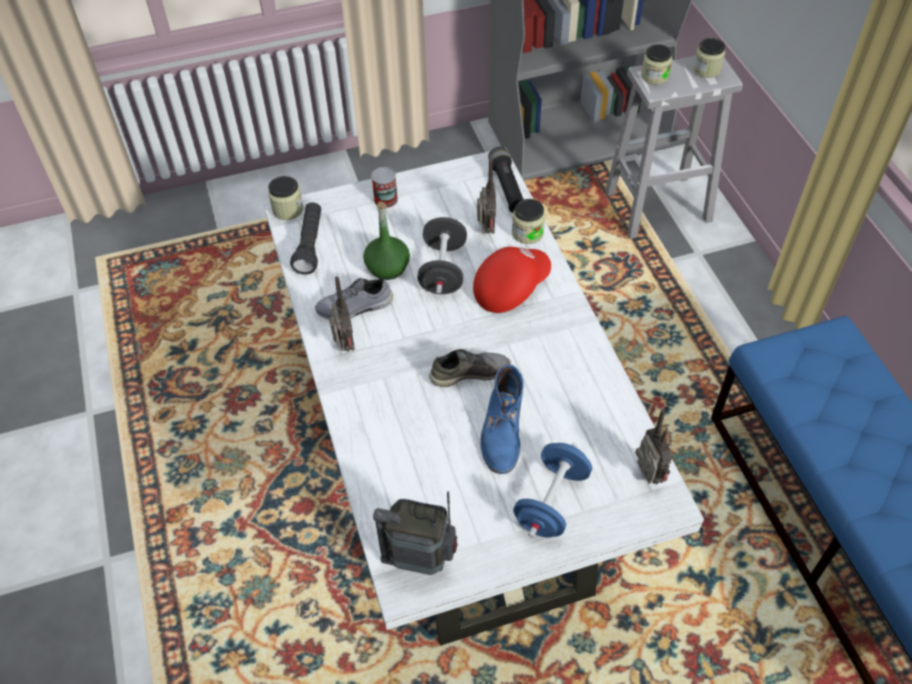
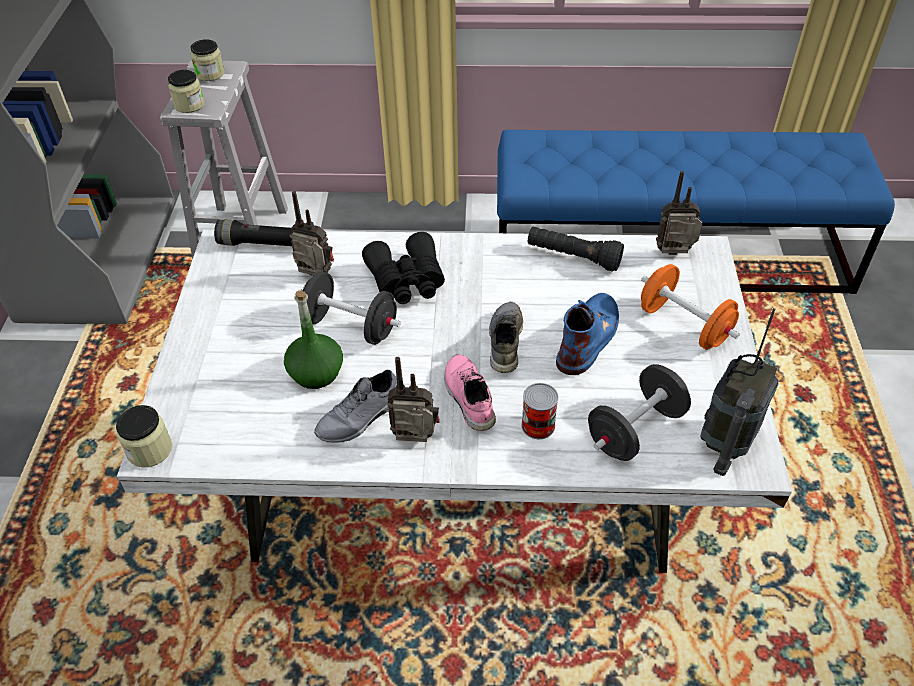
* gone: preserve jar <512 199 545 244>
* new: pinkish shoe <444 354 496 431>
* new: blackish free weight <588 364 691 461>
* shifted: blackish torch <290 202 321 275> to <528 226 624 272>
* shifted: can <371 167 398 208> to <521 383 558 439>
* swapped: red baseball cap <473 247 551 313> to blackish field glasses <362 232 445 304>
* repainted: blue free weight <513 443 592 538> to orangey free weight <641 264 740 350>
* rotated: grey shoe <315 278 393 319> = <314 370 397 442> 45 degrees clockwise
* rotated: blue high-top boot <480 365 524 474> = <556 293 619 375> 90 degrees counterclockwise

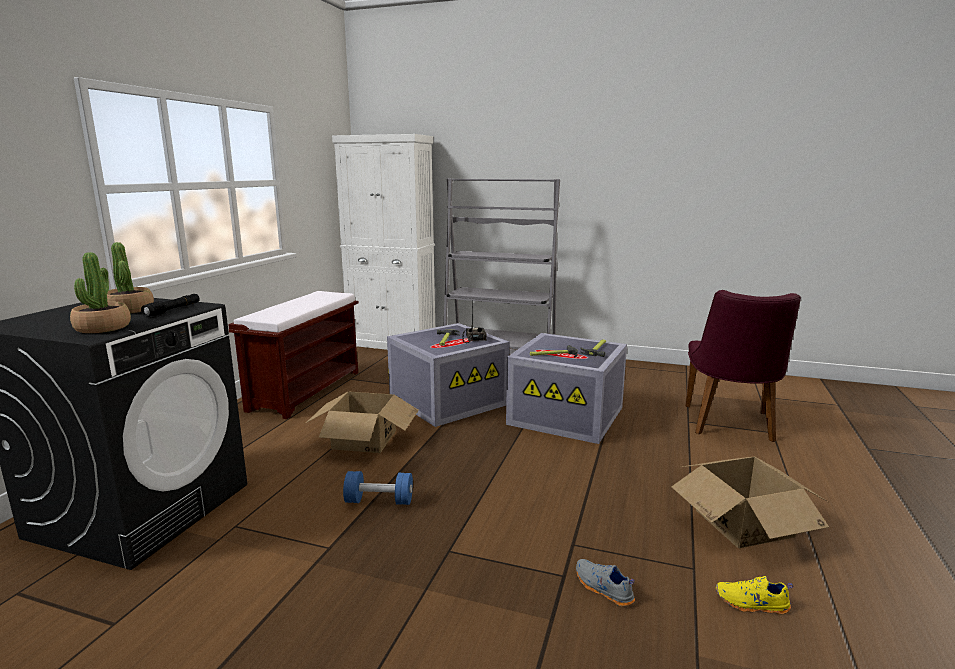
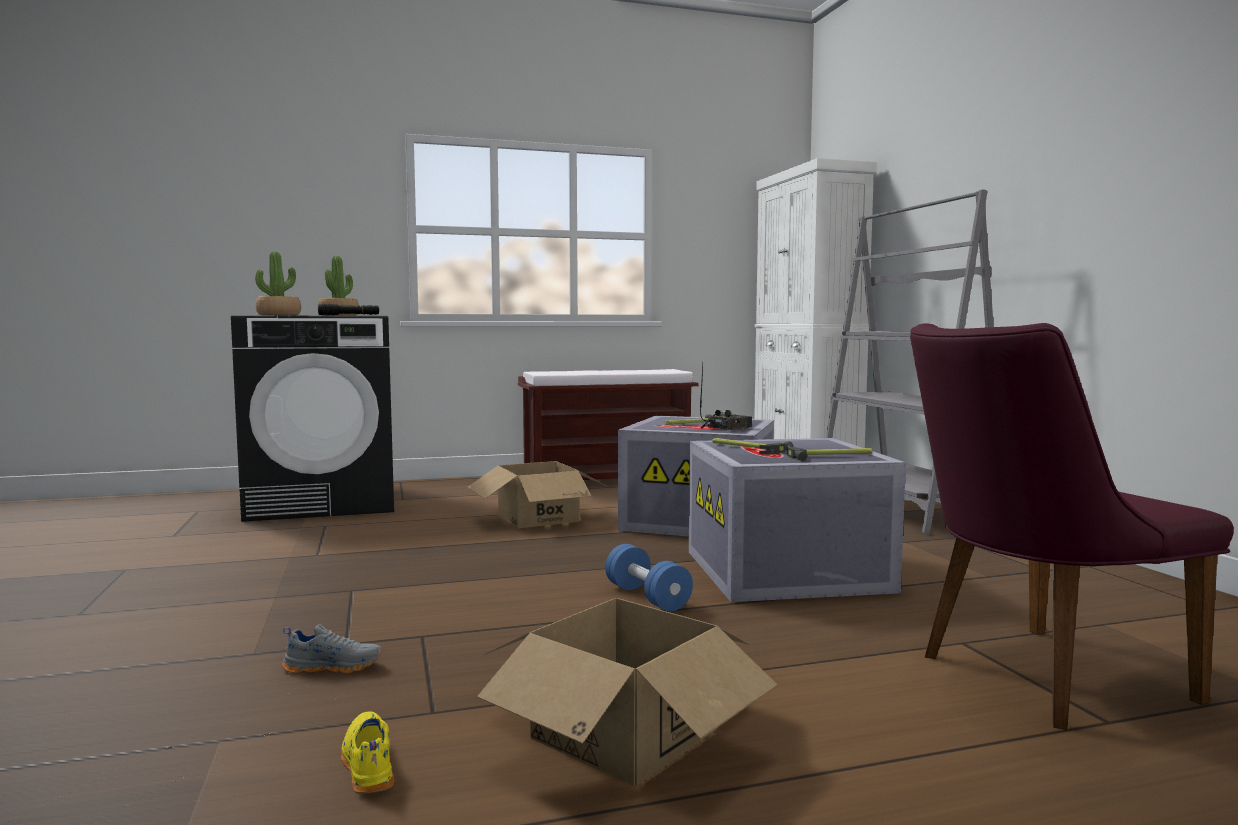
* shifted: blue free weight <343 471 413 505> to <605 544 693 611>
* rotated: grey shoe <576 559 635 606> = <282 624 382 673> 75 degrees clockwise

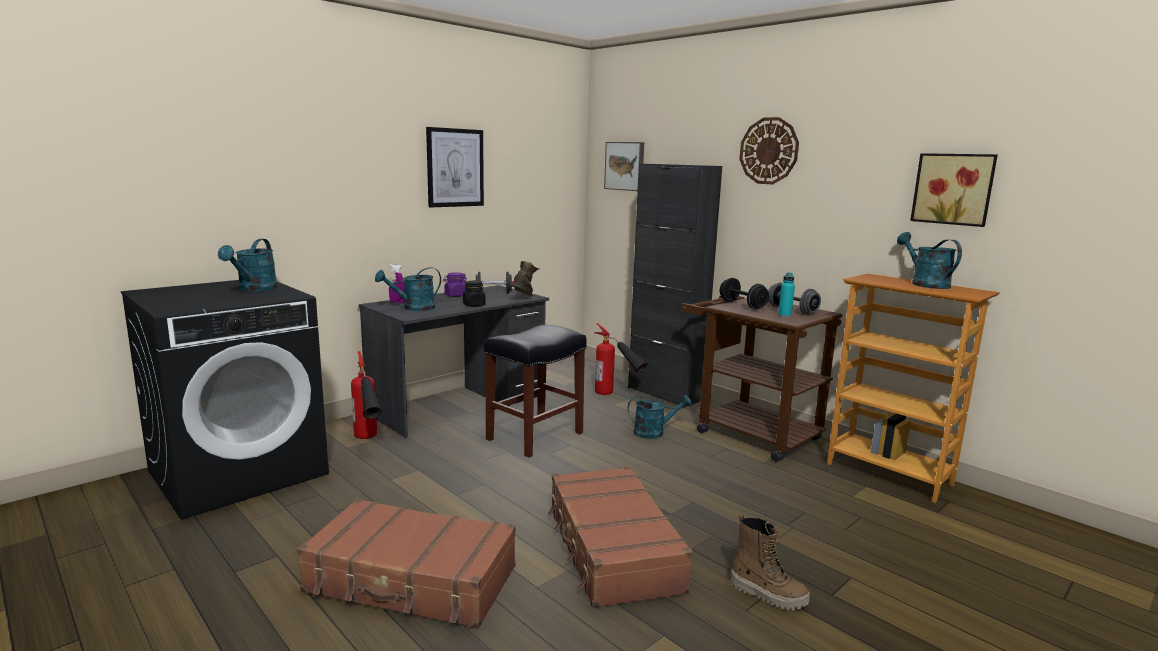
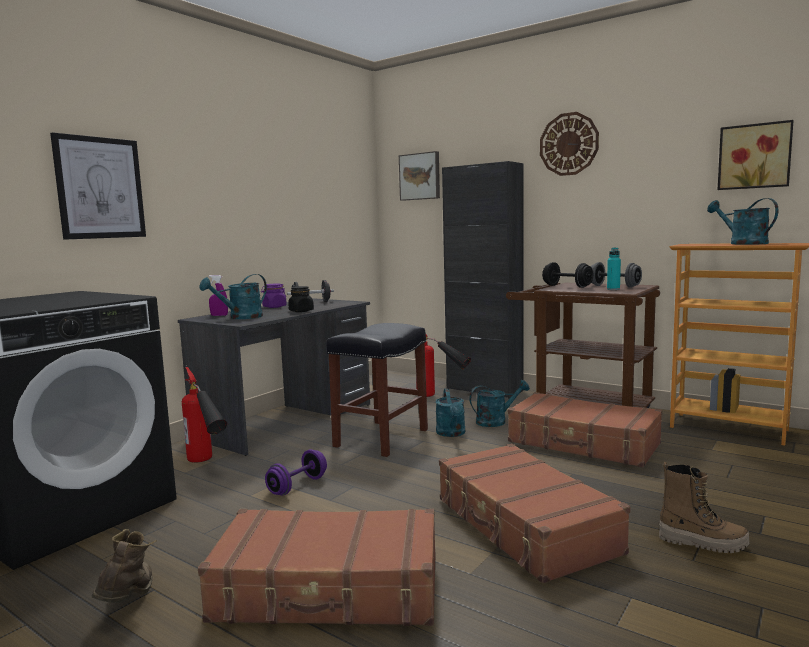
* new: purplish free weight <265 449 327 495>
* new: brownish piece of luggage <508 392 662 467>
* shifted: turquoise sprinkling can <218 239 278 292> to <435 388 465 437>
* shifted: picture <426 127 484 208> to <50 132 146 240>
* shifted: brownish high-top boot <511 261 539 297> to <91 529 157 603>

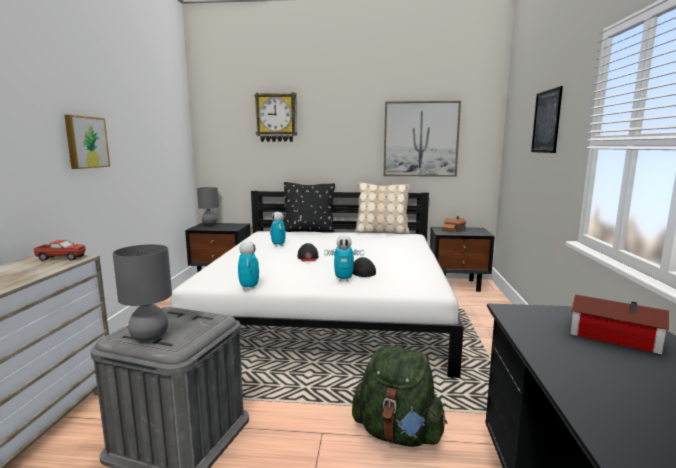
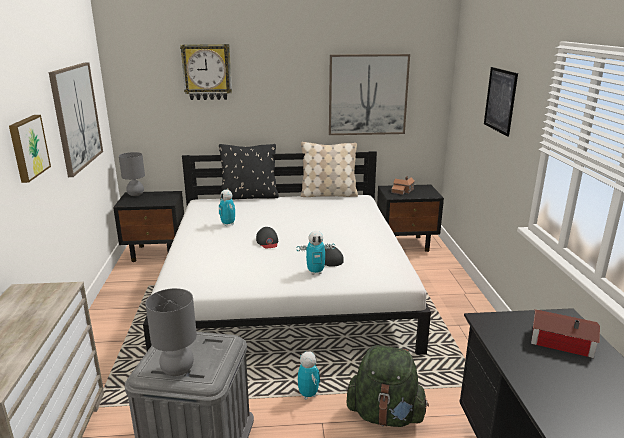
* gone: model truck <34 240 86 261>
* new: picture <49 62 103 177>
* shifted: toy robot <238 241 259 290> to <298 351 320 399>

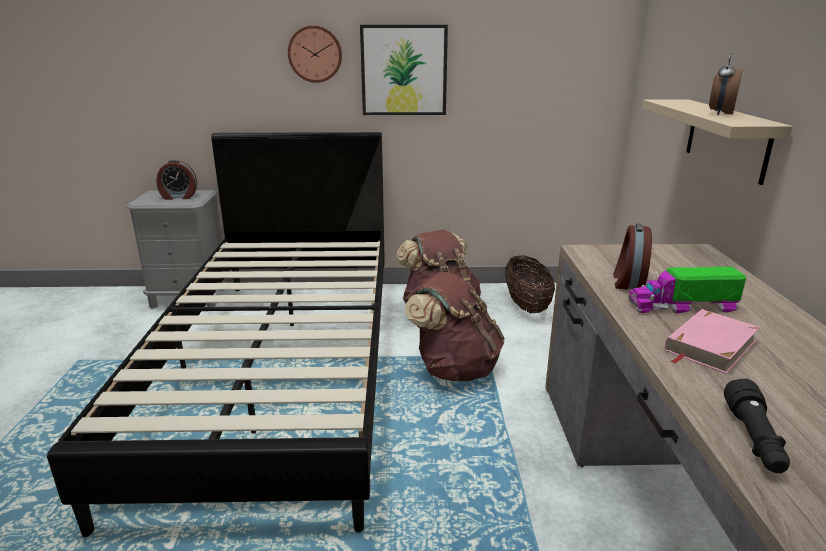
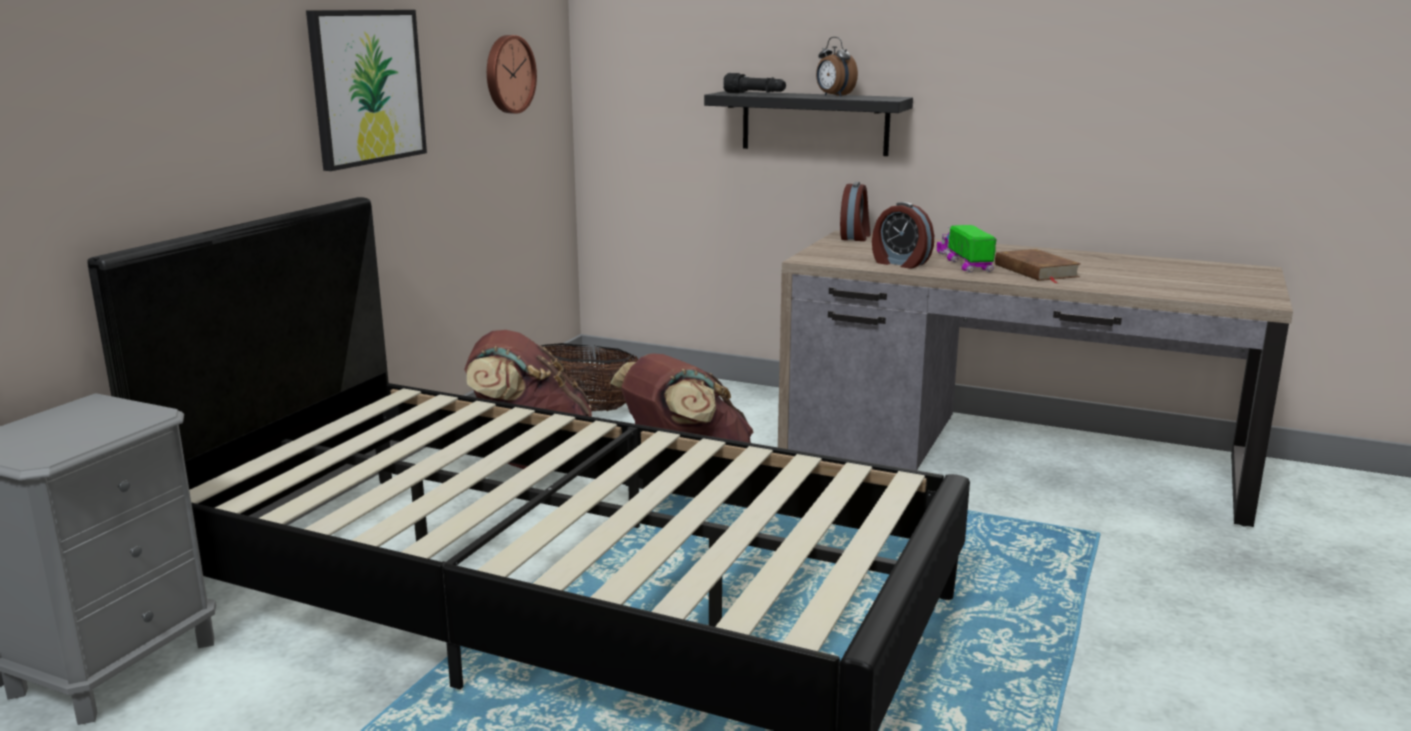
* shifted: alarm clock <156 160 197 200> to <840 182 871 241>
* shifted: wall clock <288 25 342 83> to <487 35 537 114>
* shifted: blackish torch <724 378 790 473> to <723 73 786 93>
* repainted: beige shelf <642 99 793 185> to blackish shelf <704 91 913 156>
* repainted: pinkish volume <665 309 760 374> to brownish volume <995 249 1081 283>
* rotated: model truck <628 267 746 313> = <936 225 997 272> 150 degrees clockwise

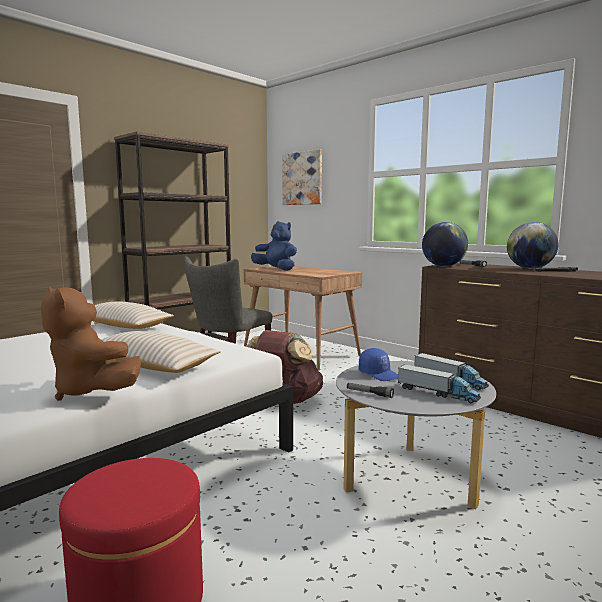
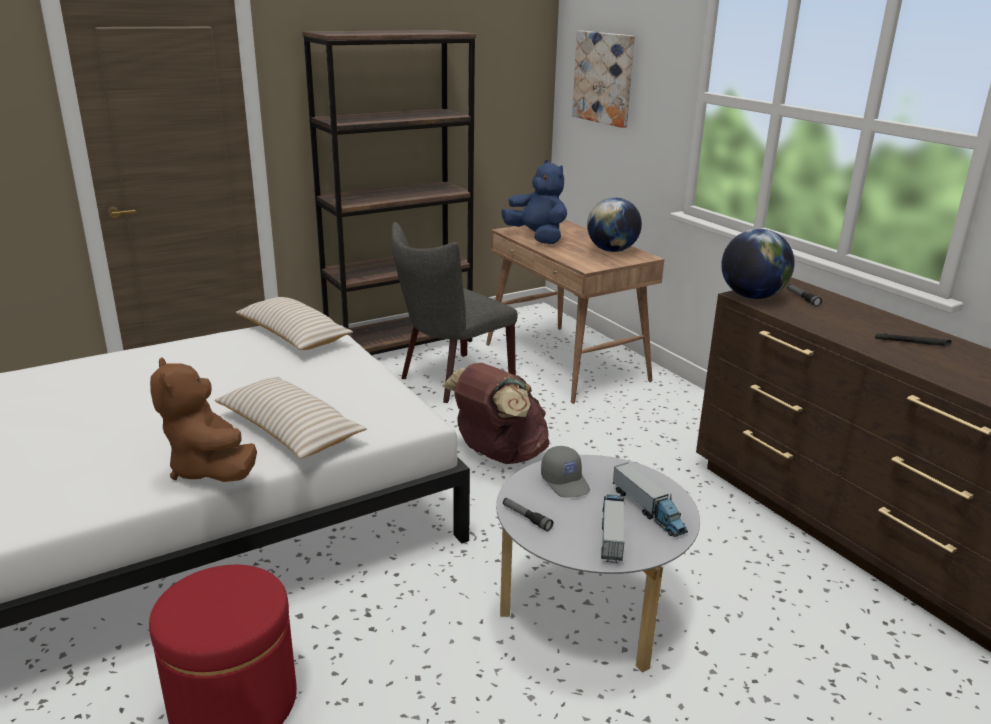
* shifted: desk globe <507 222 559 269> to <587 197 642 252>
* repainted: blue baseball cap <359 348 398 381> to grey baseball cap <541 446 590 498>
* rotated: model truck <398 364 481 403> = <601 494 625 563> 135 degrees counterclockwise

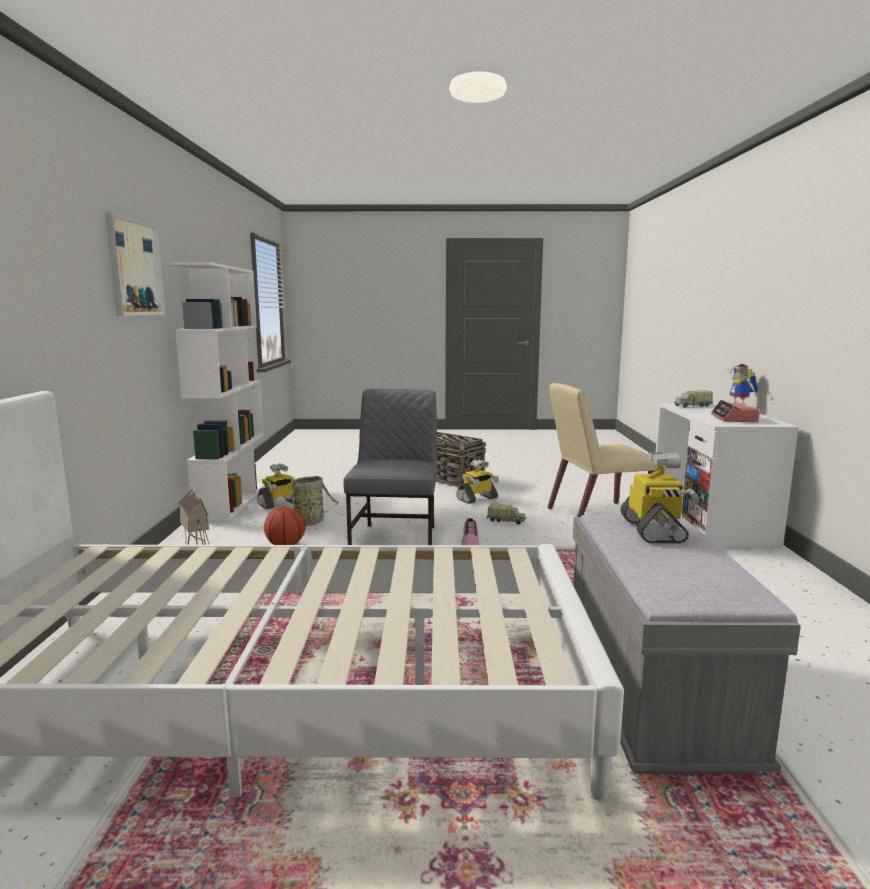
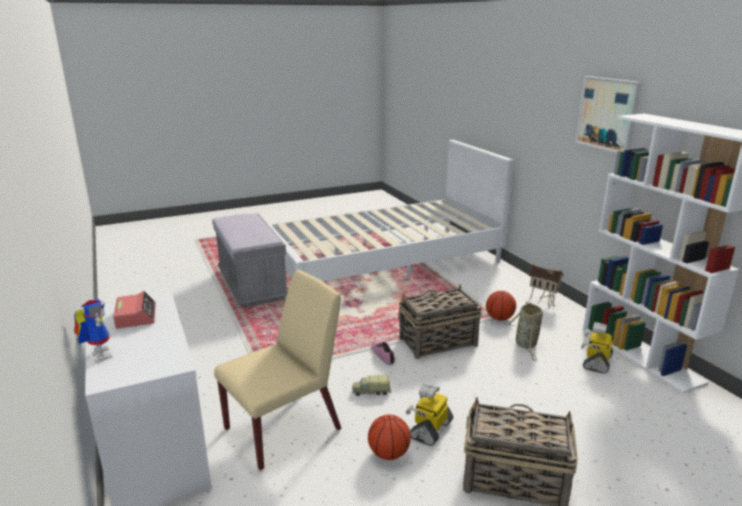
* gone: toy robot <620 452 699 543>
* gone: model truck <674 390 713 408>
* new: basketball <368 414 411 460>
* swapped: grey plain chair <343 389 437 545> to household basket <398 284 482 359>

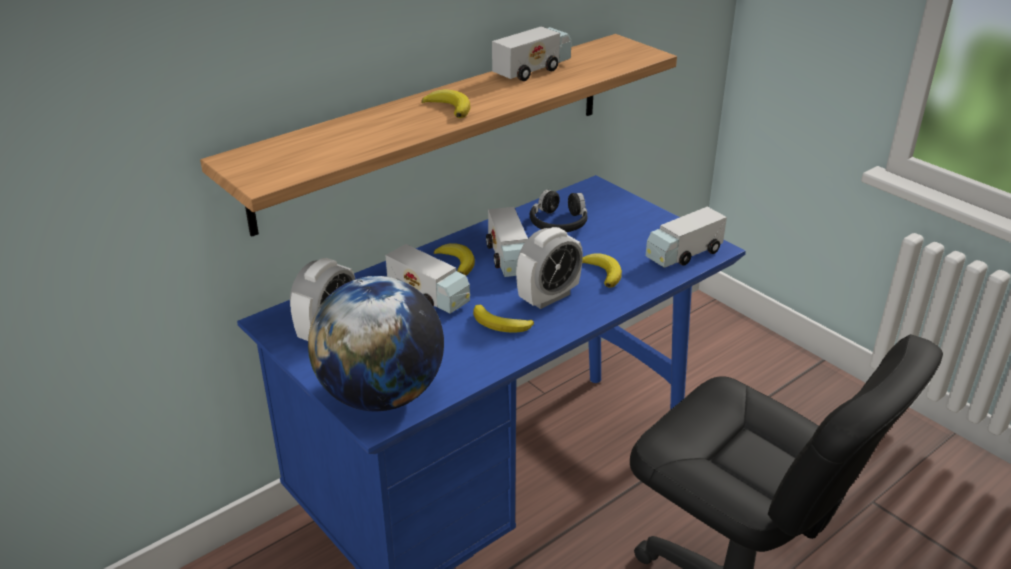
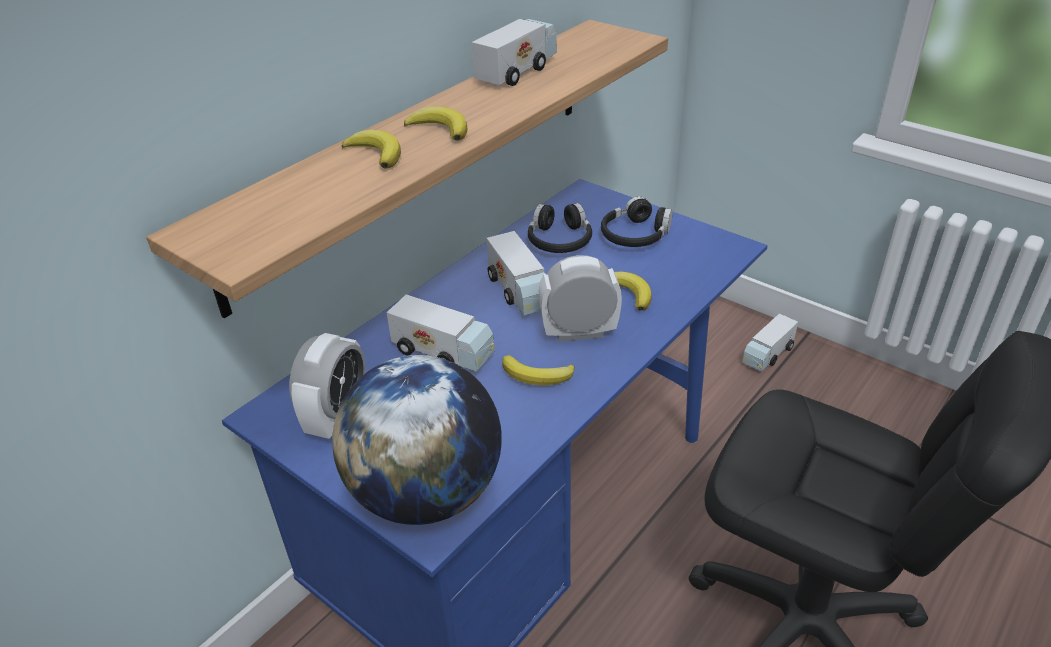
* new: blackish headphones <601 196 673 247>
* shifted: banana <434 243 475 275> to <342 129 401 168>
* shifted: model truck <646 207 727 268> to <742 313 798 372>
* rotated: alarm clock <516 227 583 309> = <539 255 622 342> 135 degrees counterclockwise

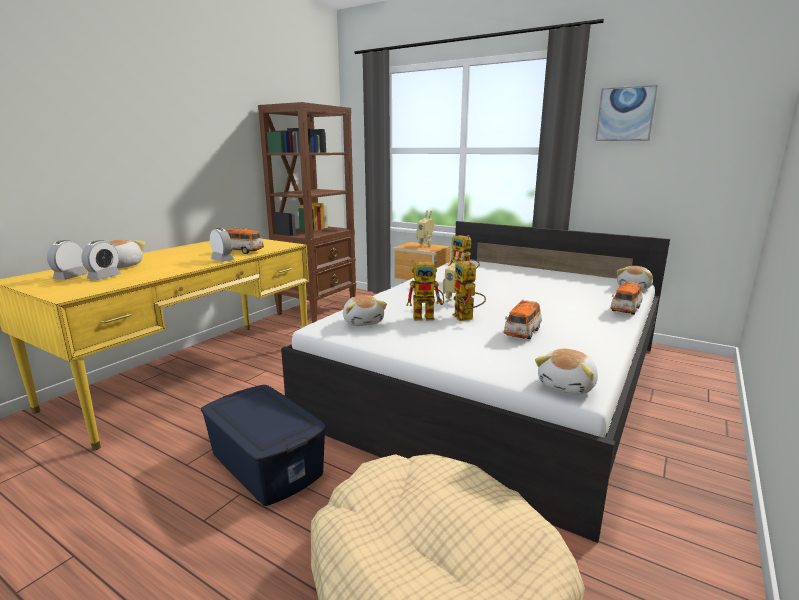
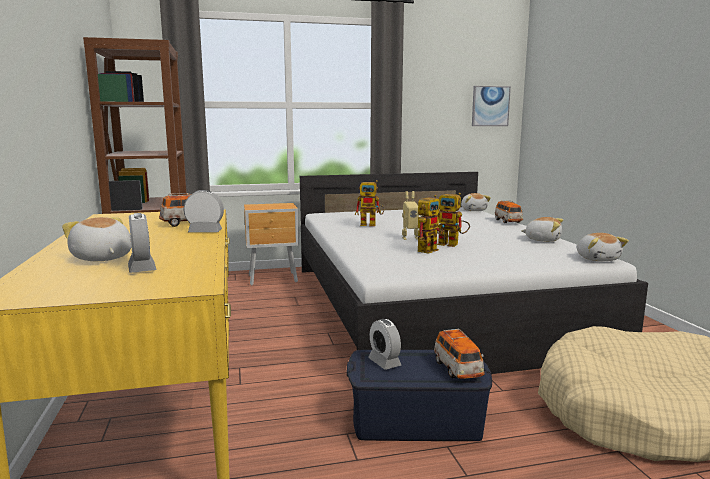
* gone: toy robot <416 210 434 247>
* shifted: alarm clock <47 240 88 280> to <368 319 401 370>
* shifted: soft toy <343 295 387 326> to <521 217 563 242>
* shifted: model car <504 300 542 339> to <434 328 485 379>
* shifted: picture <595 85 658 141> to <472 86 511 126>

